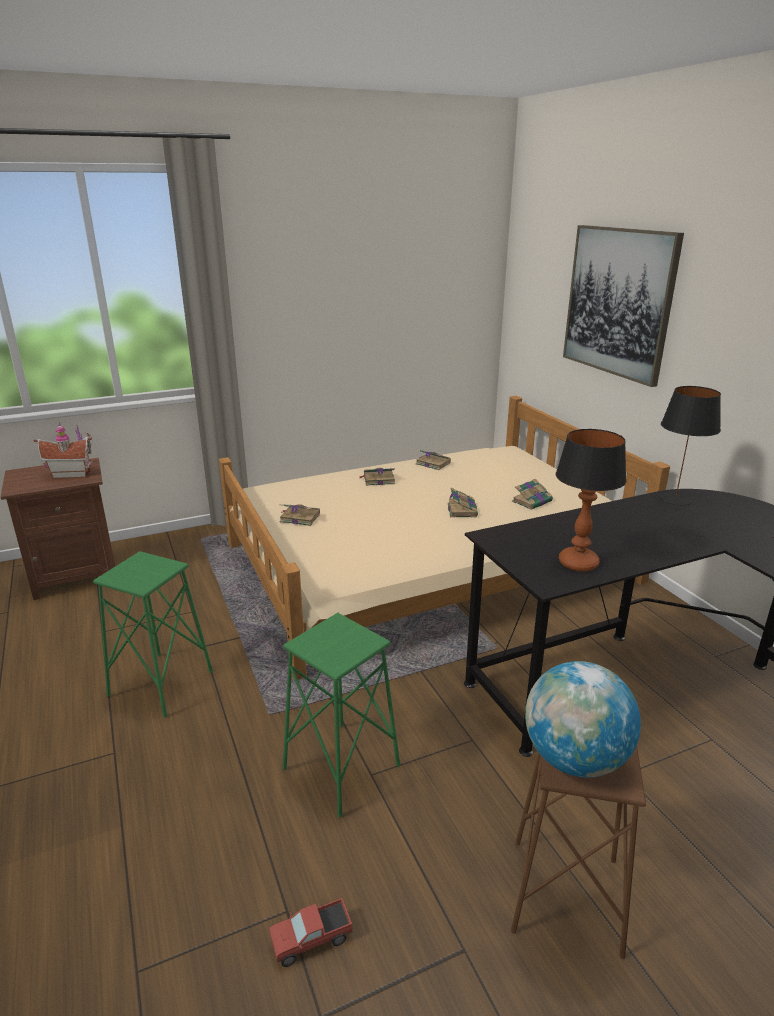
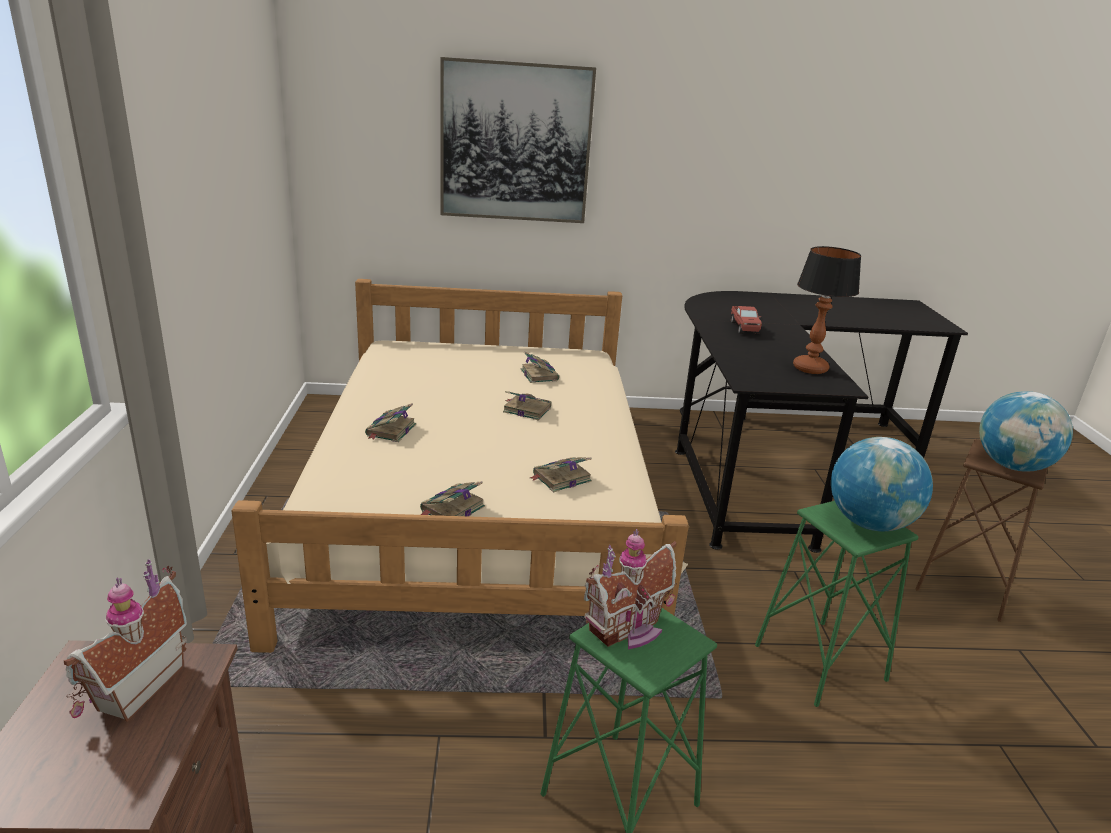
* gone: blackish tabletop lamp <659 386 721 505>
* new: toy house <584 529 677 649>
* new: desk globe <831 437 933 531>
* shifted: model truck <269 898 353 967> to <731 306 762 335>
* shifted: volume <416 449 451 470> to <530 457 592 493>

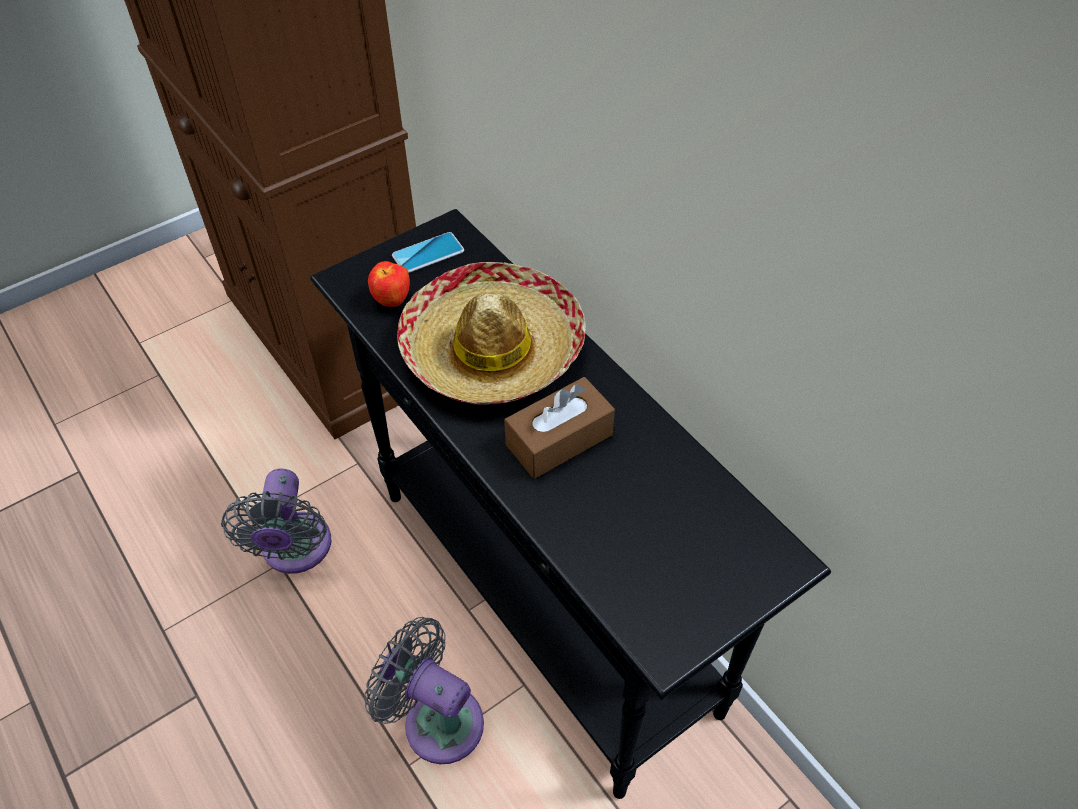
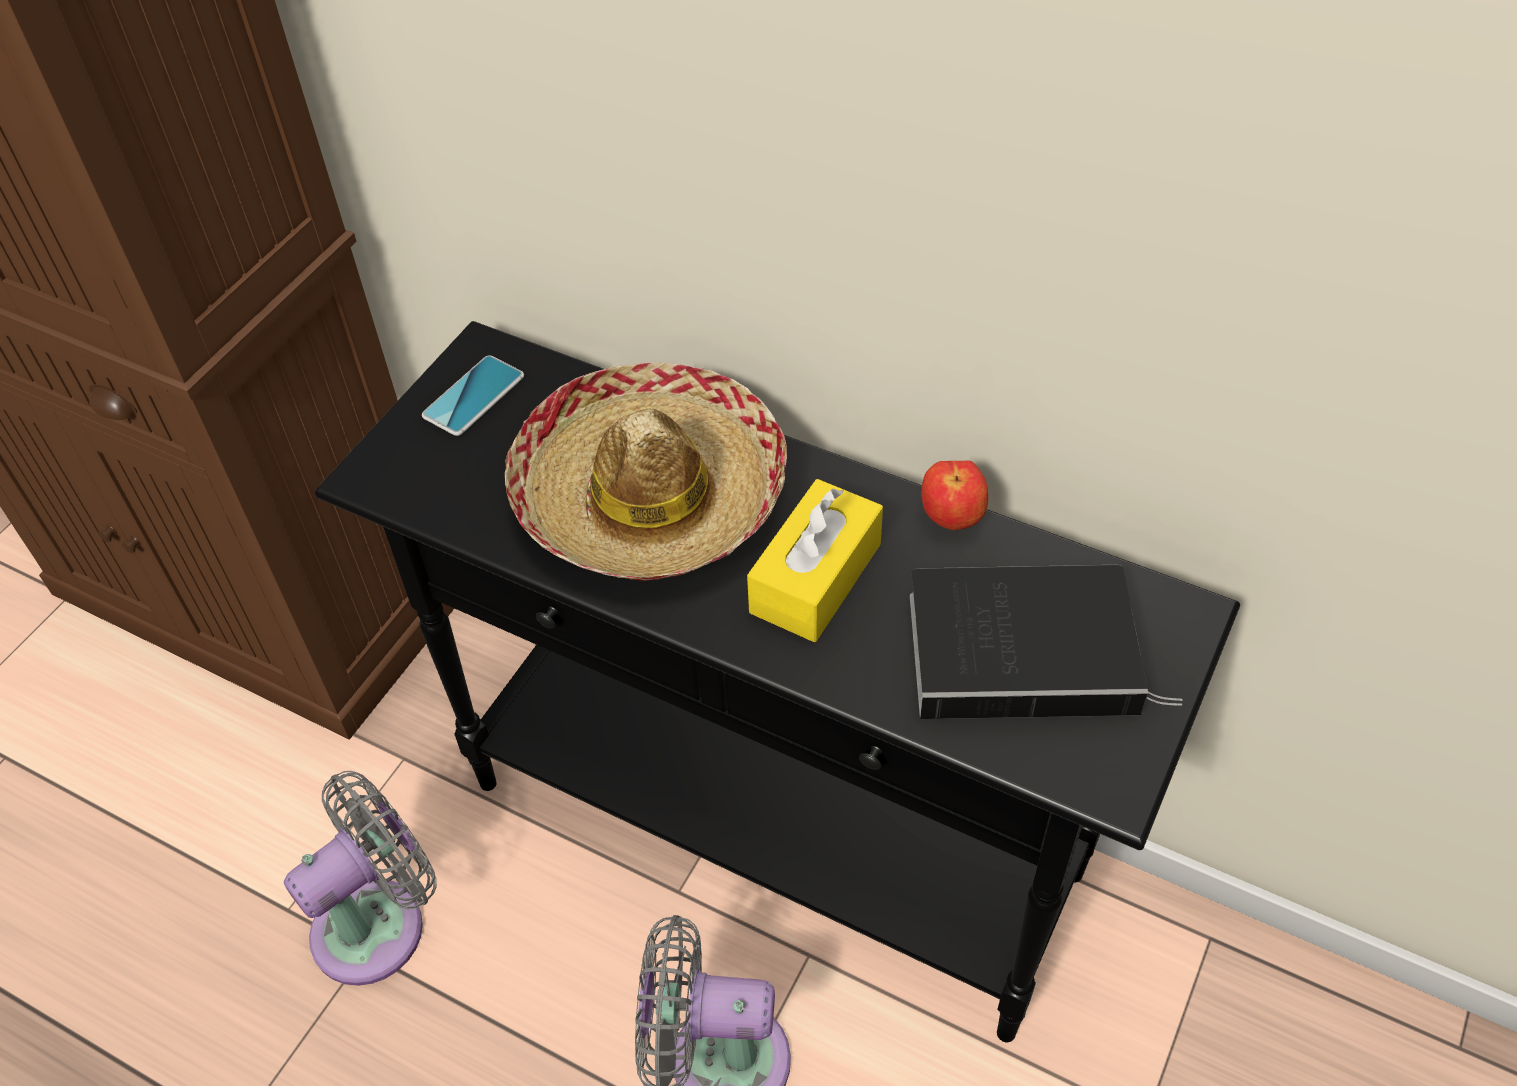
* new: volume <910 565 1183 719>
* shifted: whole apple <368 261 410 307> to <921 461 988 530>
* repainted: brownish tissue box <504 377 615 479> to yellow-coloured tissue box <747 479 883 642>
* rotated: grey electric fan <221 469 331 574> = <284 771 437 986> 105 degrees counterclockwise

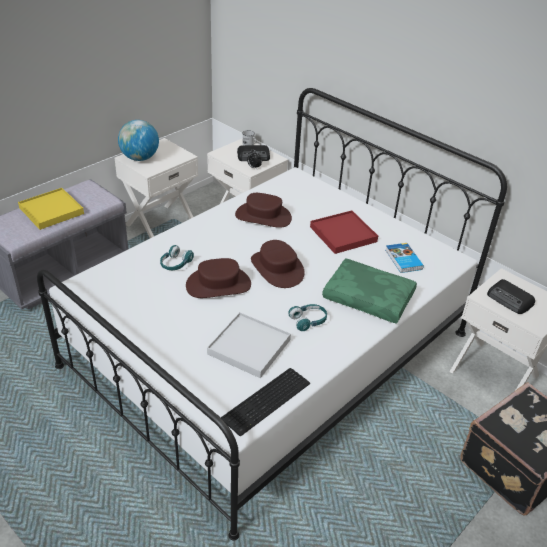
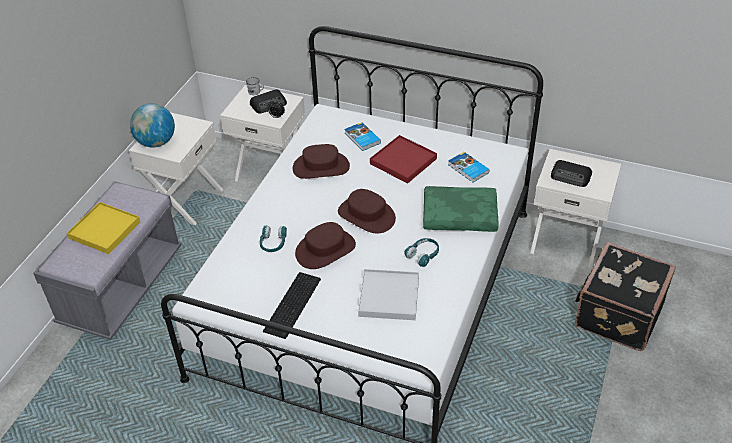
* new: volume <345 122 381 151>
* shifted: PC keyboard <221 368 310 437> to <263 272 321 339>

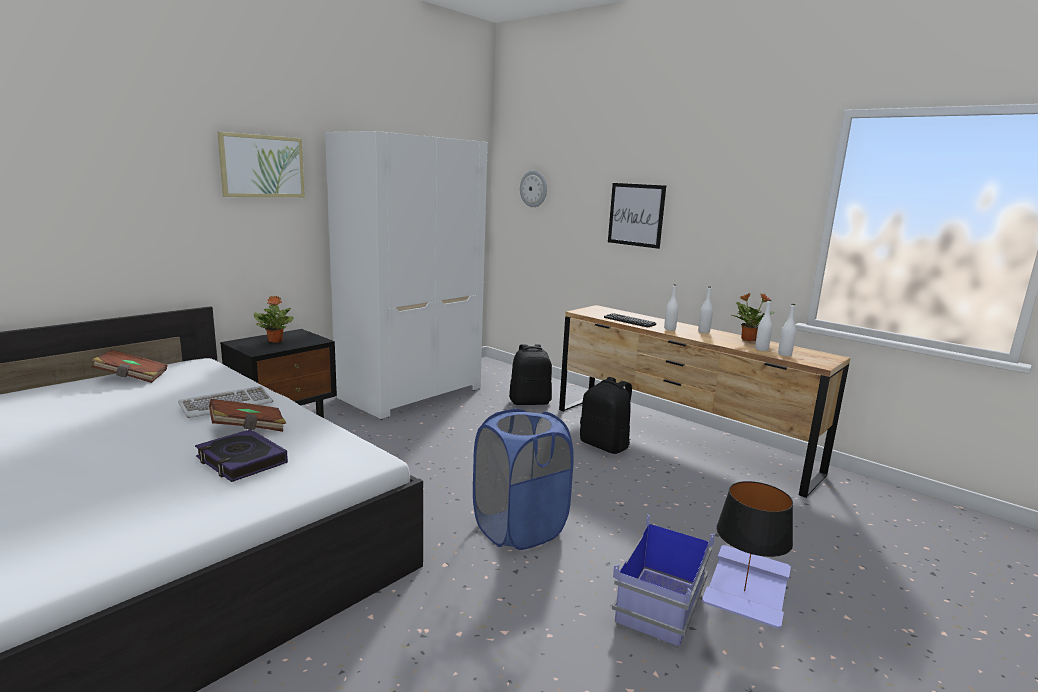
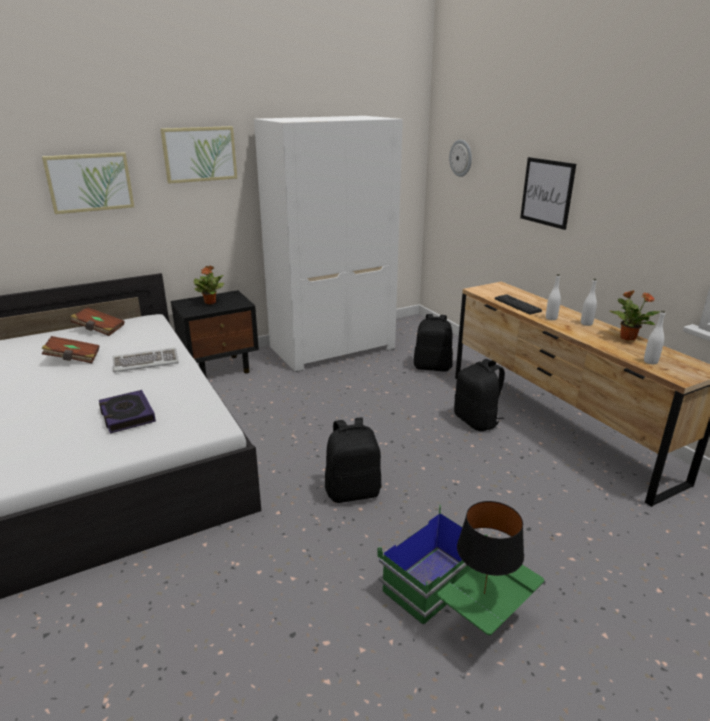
* gone: white-coloured bottle <755 300 772 351>
* new: picture <42 152 134 214>
* shifted: brownish volume <209 399 286 432> to <42 336 99 363>
* swapped: blue hamper <473 408 574 550> to blackish rucksack <325 417 381 503>
* repainted: blue storage bin <612 514 791 648> to green-coloured storage bin <377 505 544 635>

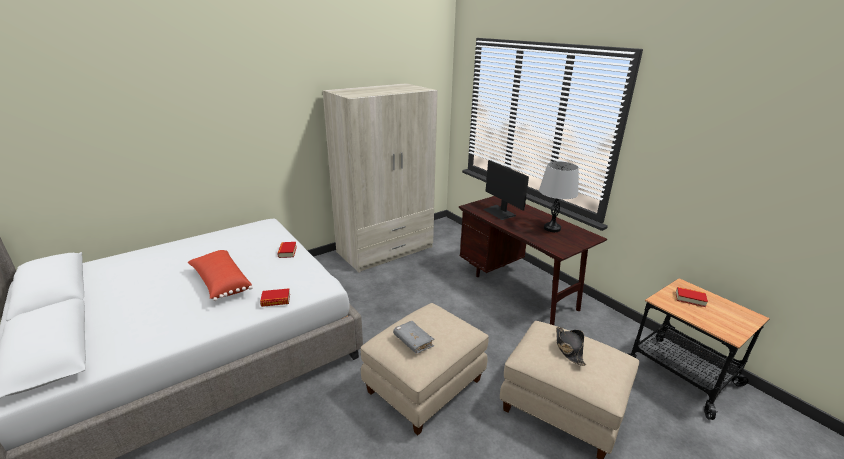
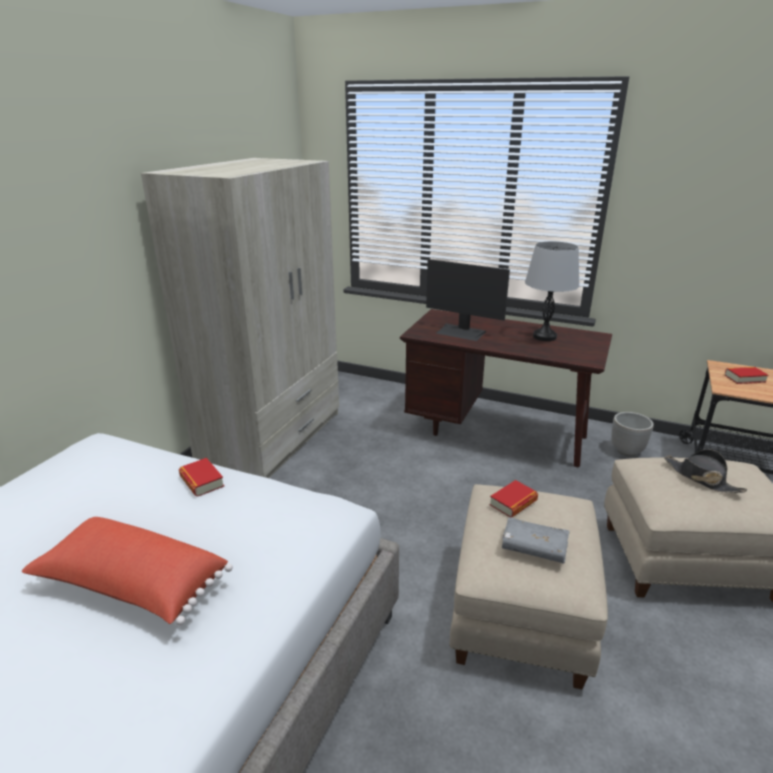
* new: planter <611 412 654 456>
* shifted: volume <260 288 290 307> to <489 480 538 517>

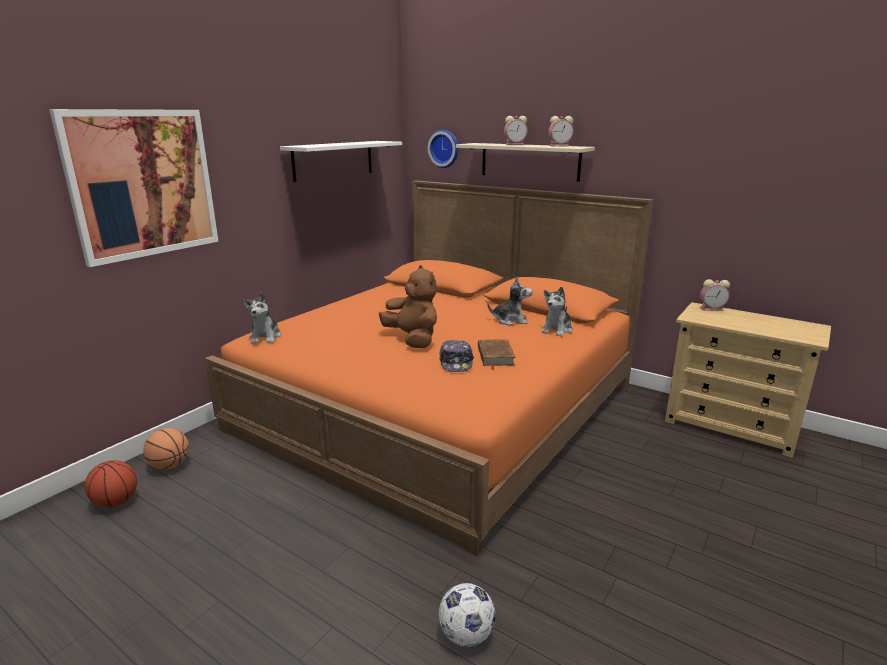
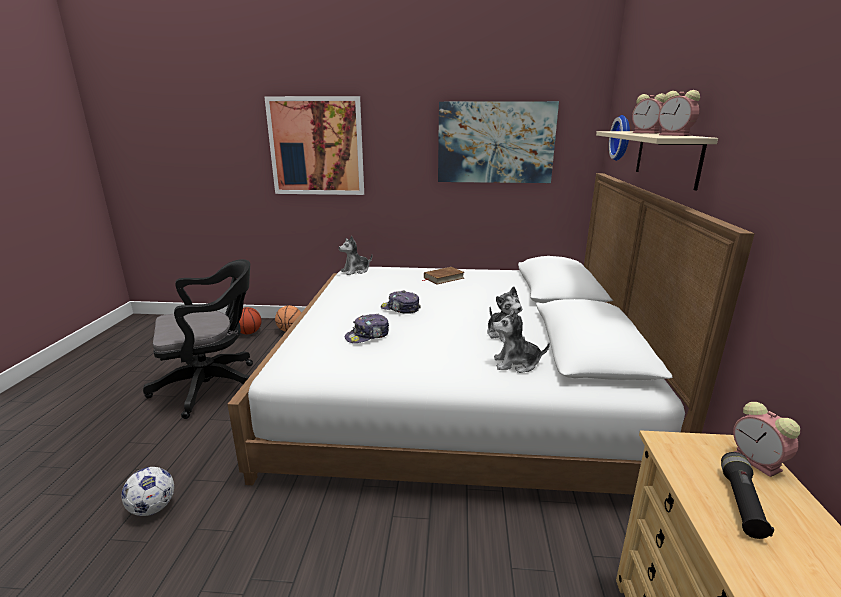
* new: blackish computer chair <143 259 253 419>
* new: blackish torch <721 452 774 539>
* shifted: brownish volume <478 339 516 370> to <422 267 465 284>
* swapped: white-coloured shelf <280 141 402 182> to picture <438 101 559 183>
* swapped: brownish soft toy <379 265 437 348> to baseball cap <381 290 421 314>
* repainted: orangey bed <205 181 654 556> to white-coloured bed <227 173 755 495>

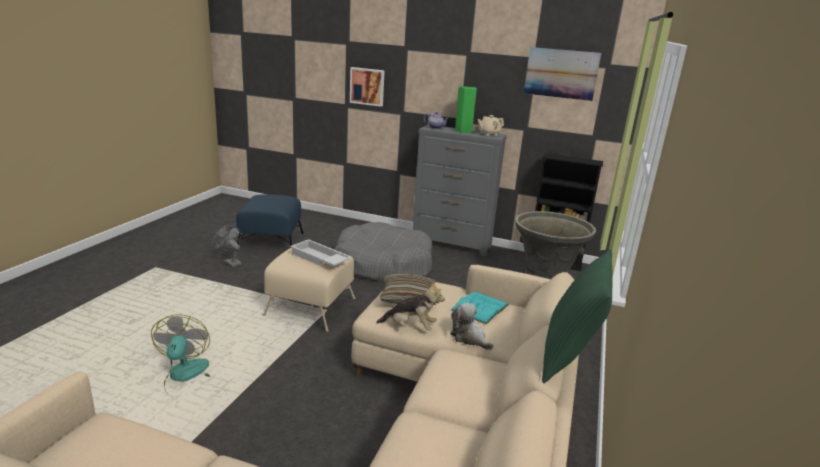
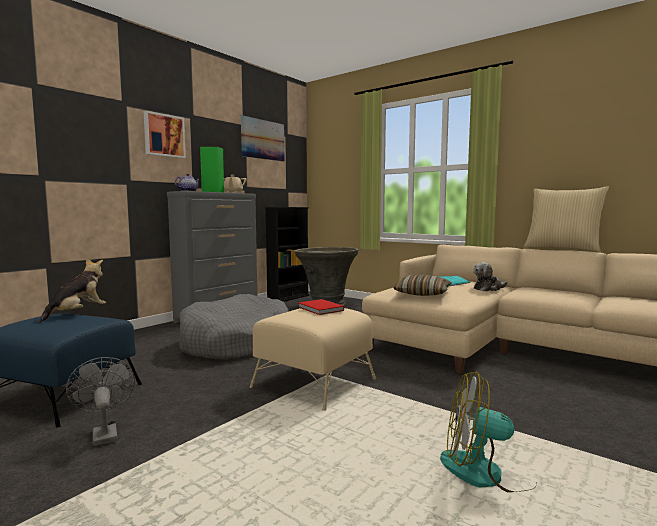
* shifted: picture <350 67 385 107> to <144 111 186 158>
* shifted: soft toy <376 281 445 330> to <39 258 106 323>
* swapped: white-coloured tray <290 239 352 266> to red volume <298 299 344 315>
* repainted: green-coloured pillow <542 249 613 383> to beige pillow <524 186 609 253>
* rotated: grey electric fan <213 225 242 267> = <66 357 135 446> 90 degrees clockwise

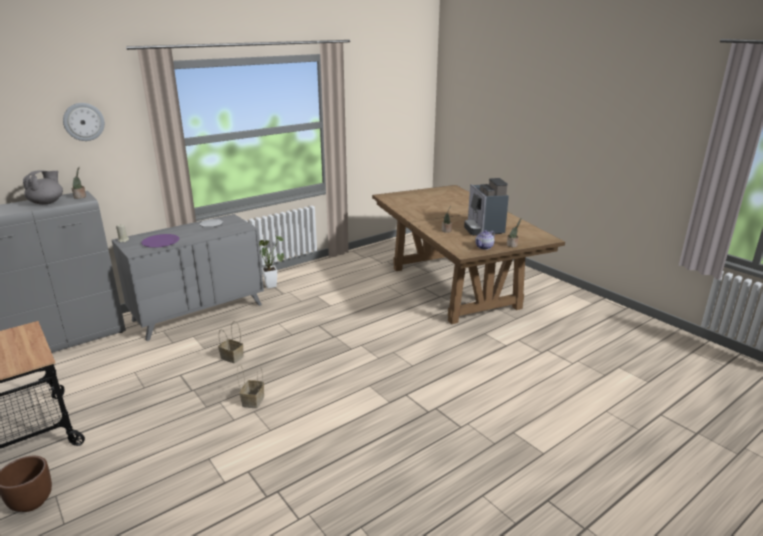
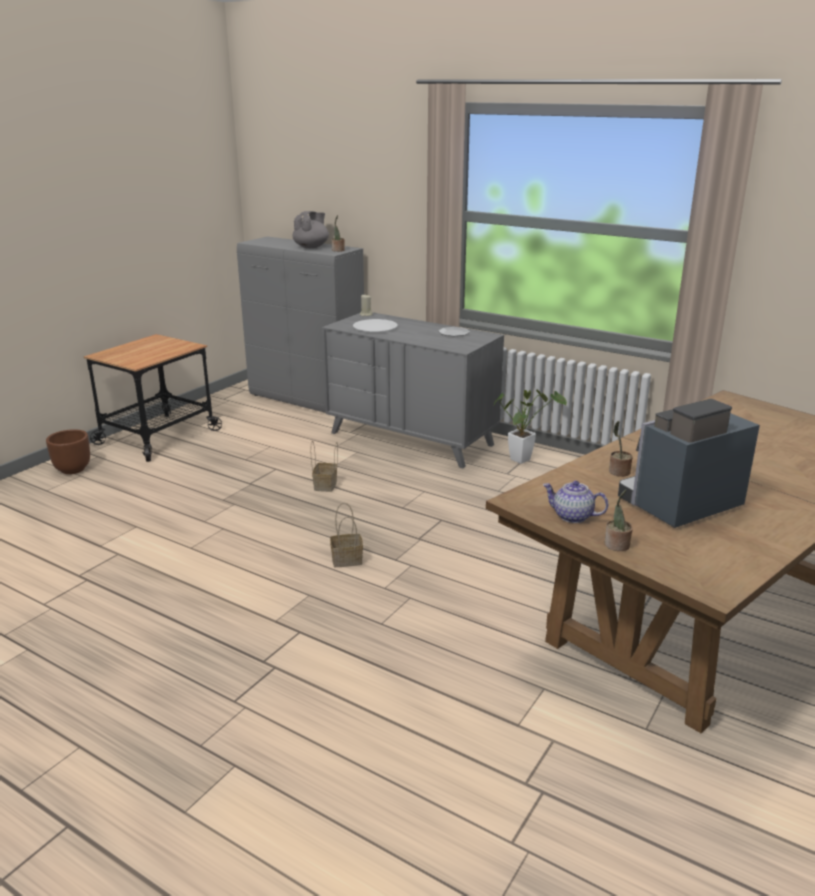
* gone: wall clock <63 103 105 141>
* shifted: household basket <237 364 264 408> to <330 503 363 567>
* repainted: purplish dinner plate <141 234 179 248> to white-coloured dinner plate <353 319 398 332>
* rotated: grey pot for tea <23 170 63 205> = <292 211 329 248> 60 degrees counterclockwise

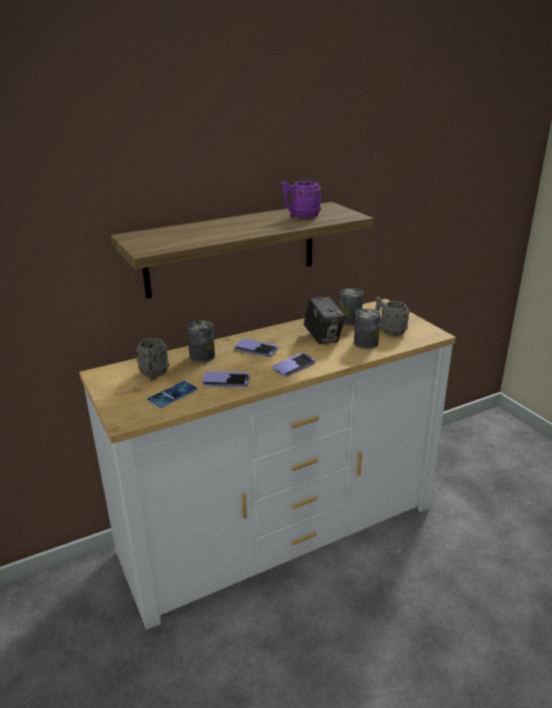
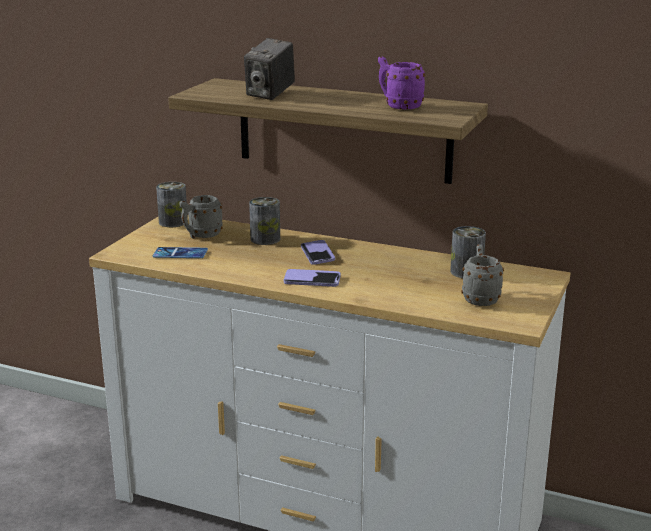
* gone: handset <202 371 250 387>
* shifted: photo camera <304 296 345 344> to <244 38 295 100>
* shifted: can <354 308 381 349> to <156 182 188 227>

